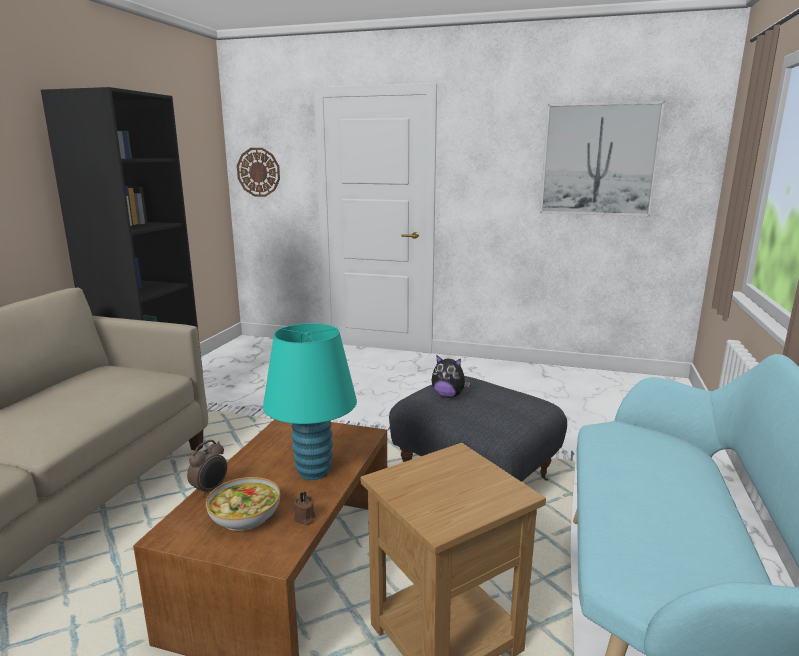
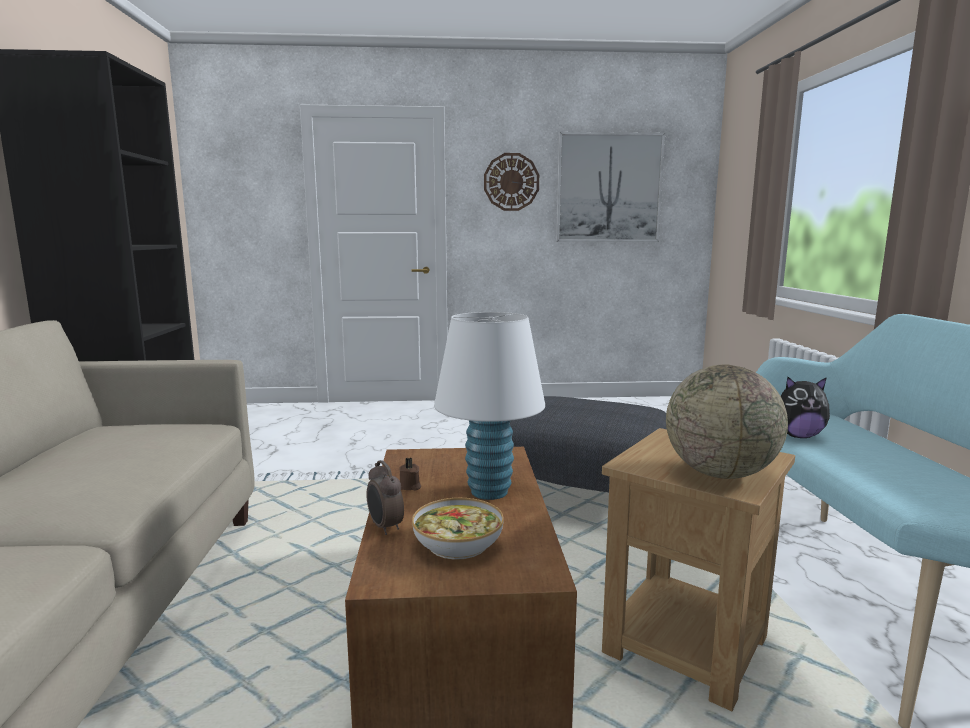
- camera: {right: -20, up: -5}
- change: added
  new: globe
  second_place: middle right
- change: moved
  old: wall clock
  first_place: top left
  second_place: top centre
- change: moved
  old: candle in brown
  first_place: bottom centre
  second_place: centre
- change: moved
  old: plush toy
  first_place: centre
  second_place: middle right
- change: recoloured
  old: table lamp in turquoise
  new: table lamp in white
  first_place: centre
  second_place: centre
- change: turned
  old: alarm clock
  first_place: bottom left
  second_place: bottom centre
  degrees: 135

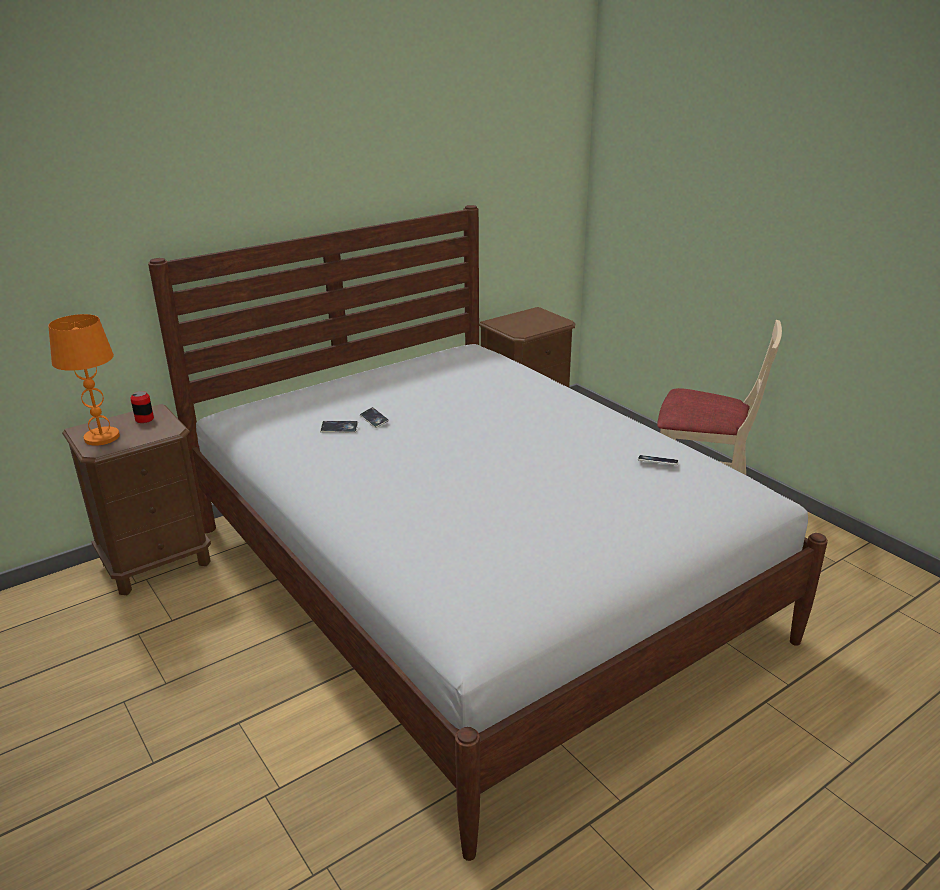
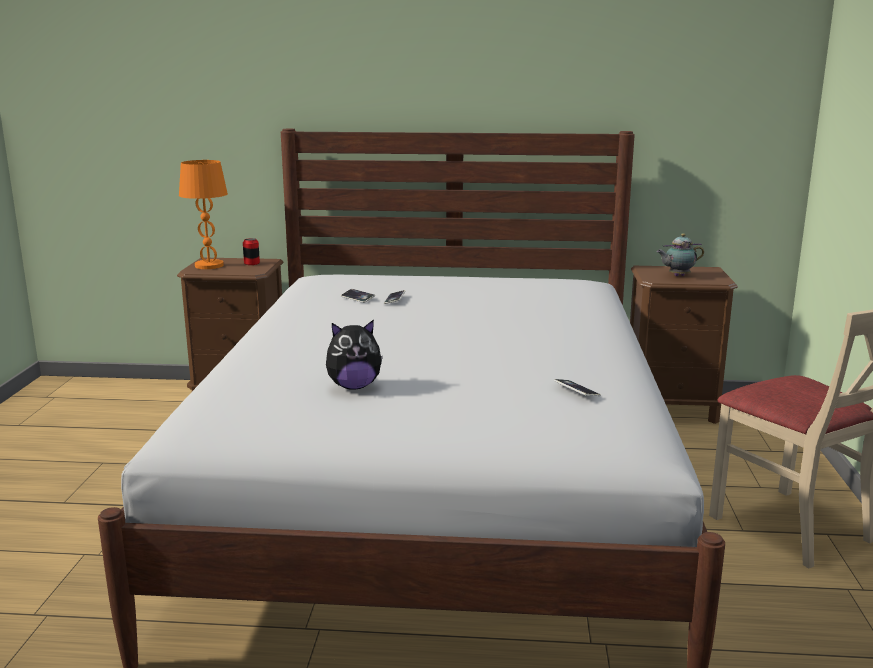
- camera: {right: 40, up: -10}
- change: added
  new: plush toy
  second_place: centre
- change: added
  new: teapot
  second_place: middle right

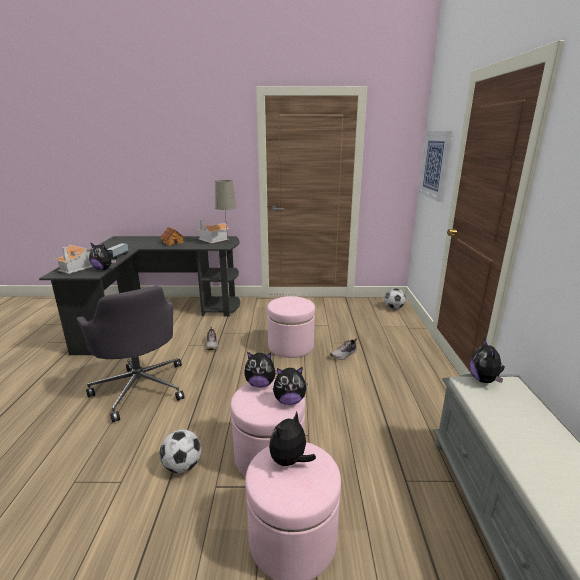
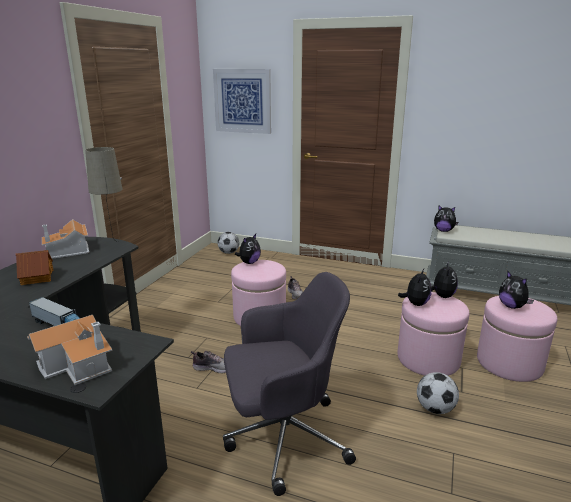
- camera: {right: -70, up: 0}
- change: moved
  old: plush toy (1st from left)
  first_place: middle left
  second_place: centre

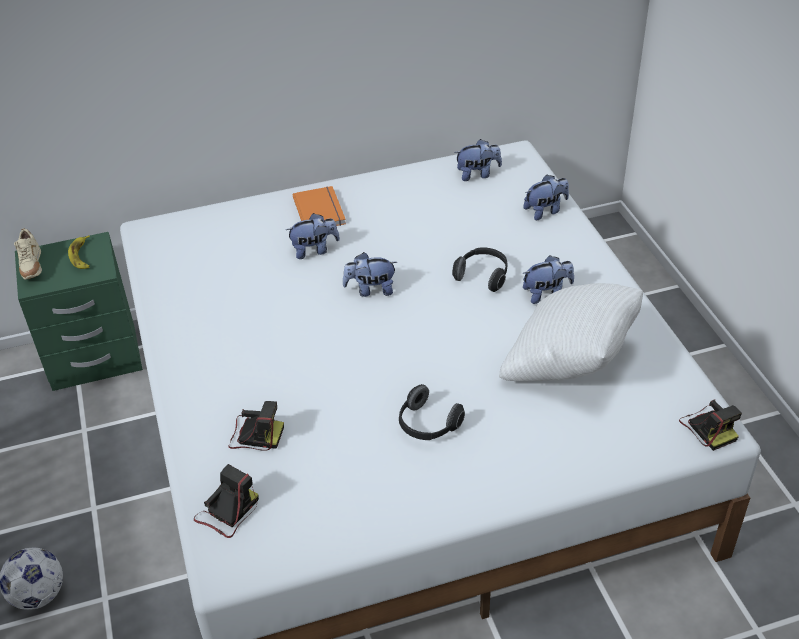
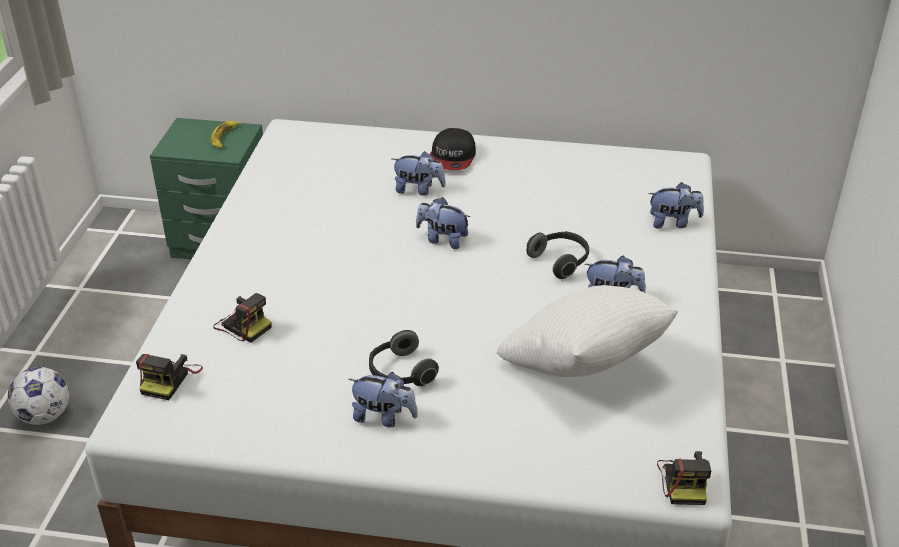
- camera: {right: 25, up: -5}
- change: removed
  old: shoe in beige
  first_place: middle left
- change: moved
  old: plush toy (3rd from left in the first image)
  new: plush toy (1st from left)
  first_place: top centre
  second_place: bottom centre
- change: replaced
  old: book in orange
  new: cap
  first_place: top centre
  second_place: top centre
- change: turned
  old: photo camera (1st from left)
  first_place: bottom left
  second_place: bottom left
  degrees: 135

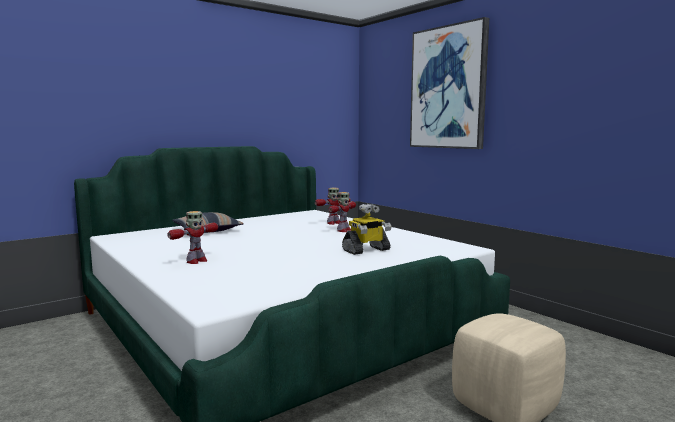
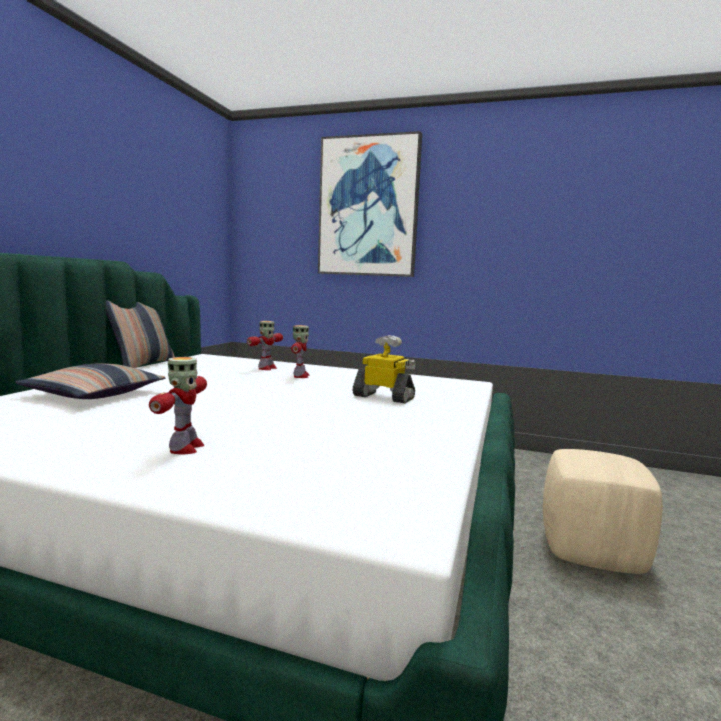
- camera: {right: -35, up: 0}
- change: added
  new: pillow (2nd from left)
  second_place: middle left
- change: turned
  old: toy robot (4th from left)
  first_place: centre
  second_place: centre
  degrees: -90

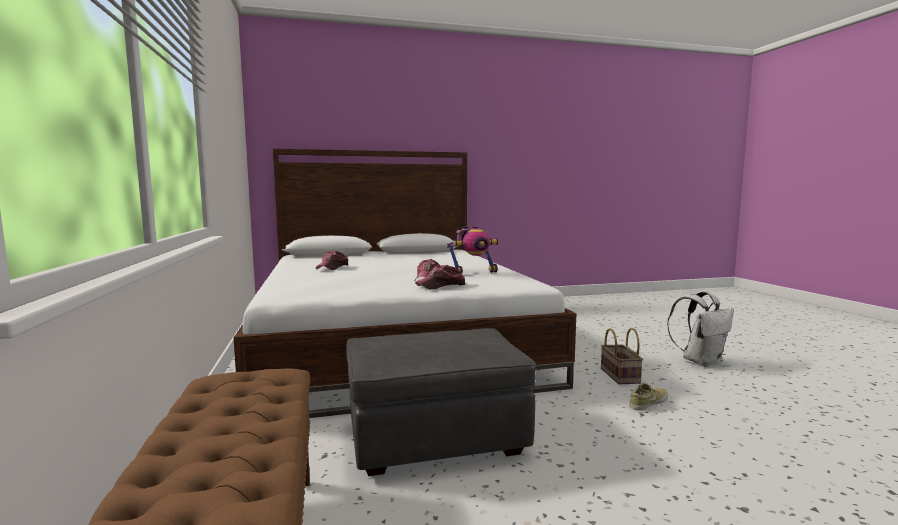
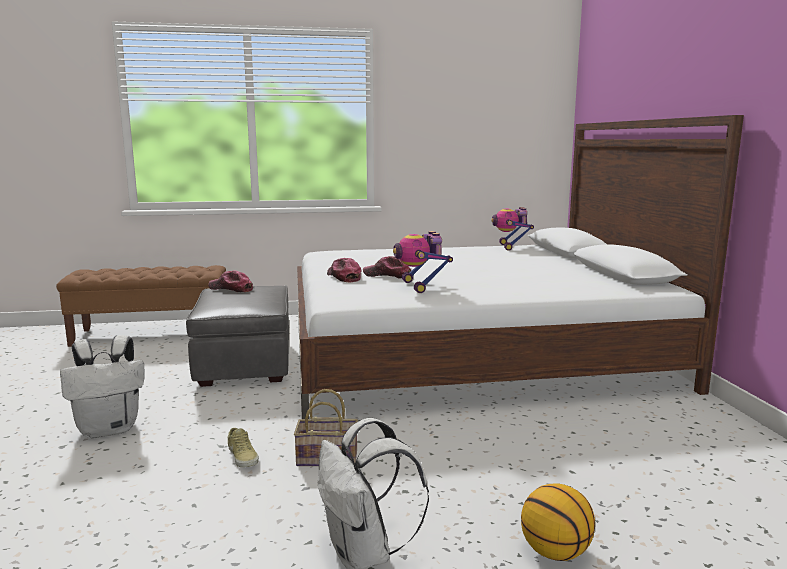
- camera: {right: 95, up: 5}
- change: added
  new: backpack in white (1st from left)
  second_place: bottom left
- change: added
  new: toy robot (2nd from left)
  second_place: centre
- change: added
  new: basketball
  second_place: bottom right
- change: moved
  old: cap (1st from left)
  first_place: centre
  second_place: middle left

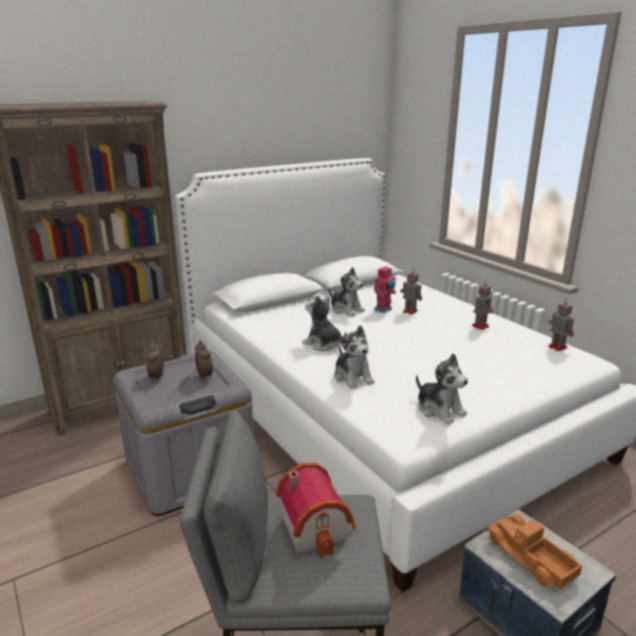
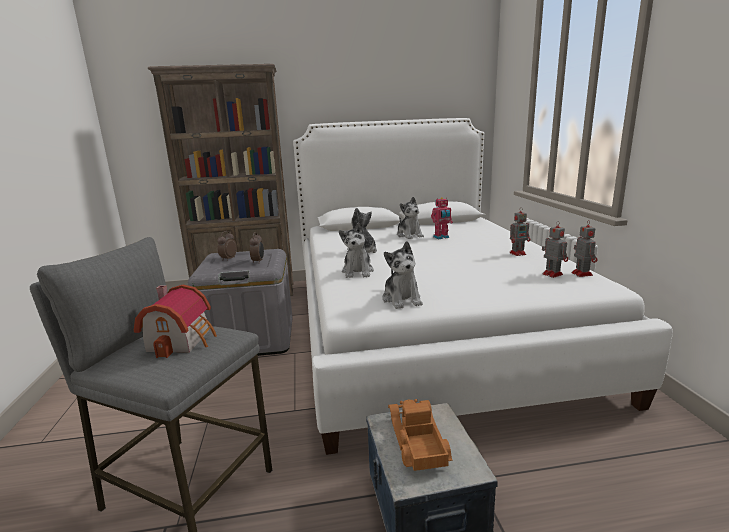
- camera: {right: 25, up: -5}
- change: moved
  old: toy robot (2nd from left in the first image)
  new: toy robot (3rd from left)
  first_place: centre
  second_place: middle right

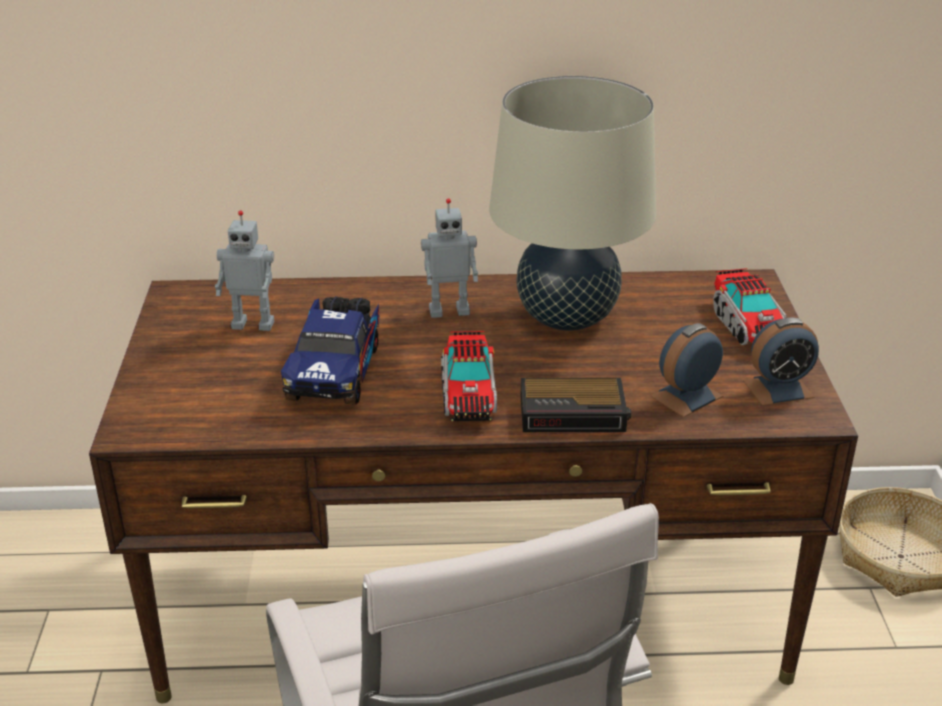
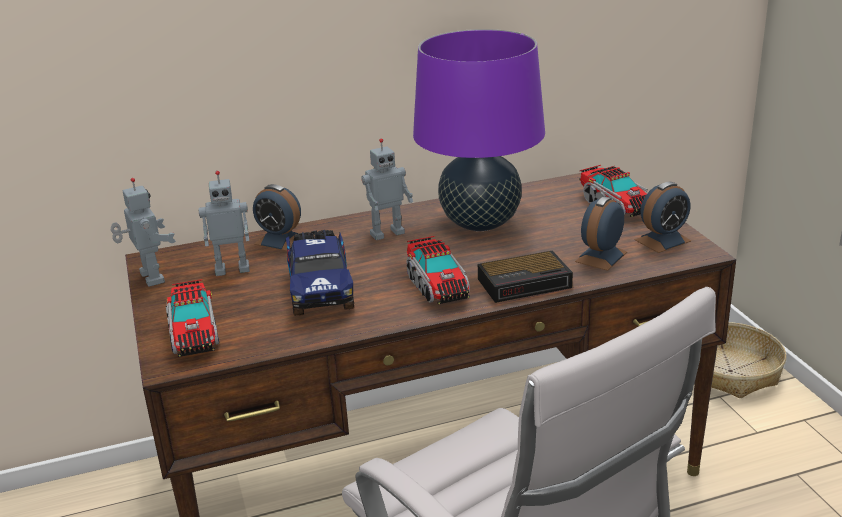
- camera: {right: -15, up: -5}
- change: added
  new: toy robot (1st from left)
  second_place: middle left
- change: added
  new: toy truck (1st from left)
  second_place: middle left
- change: added
  new: alarm clock (1st from left)
  second_place: middle left
- change: recoloured
  old: table lamp in beige
  new: table lamp in purple
  first_place: top centre
  second_place: top centre

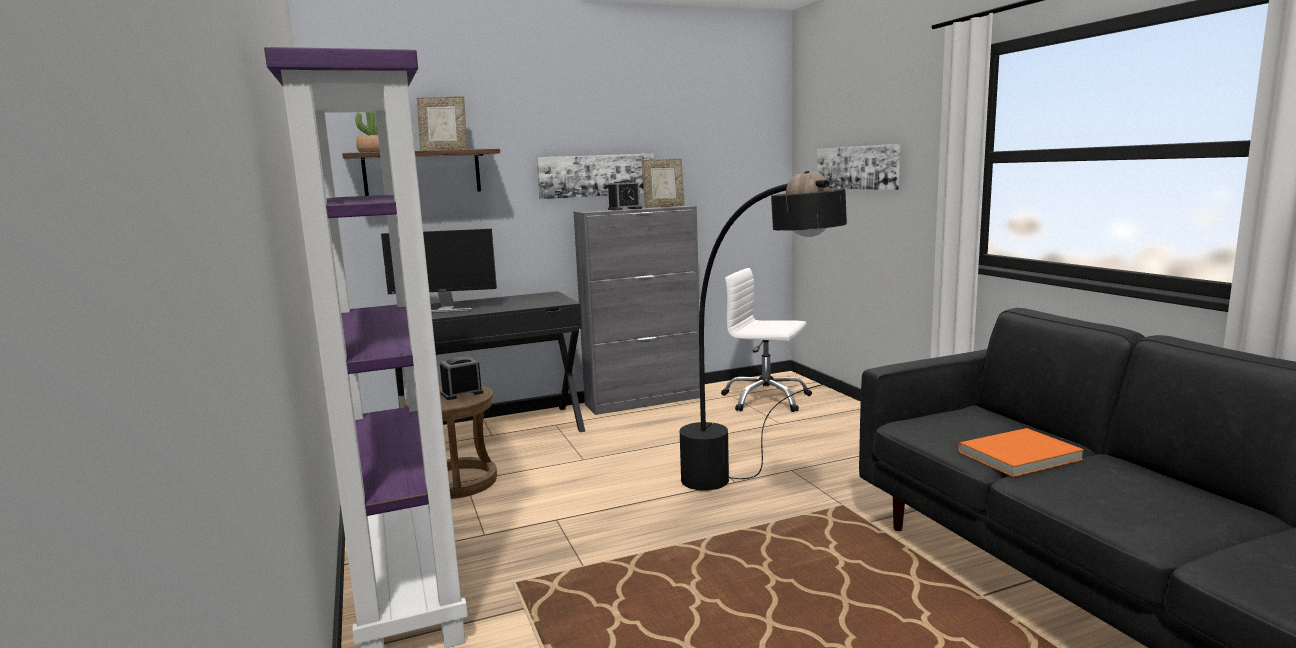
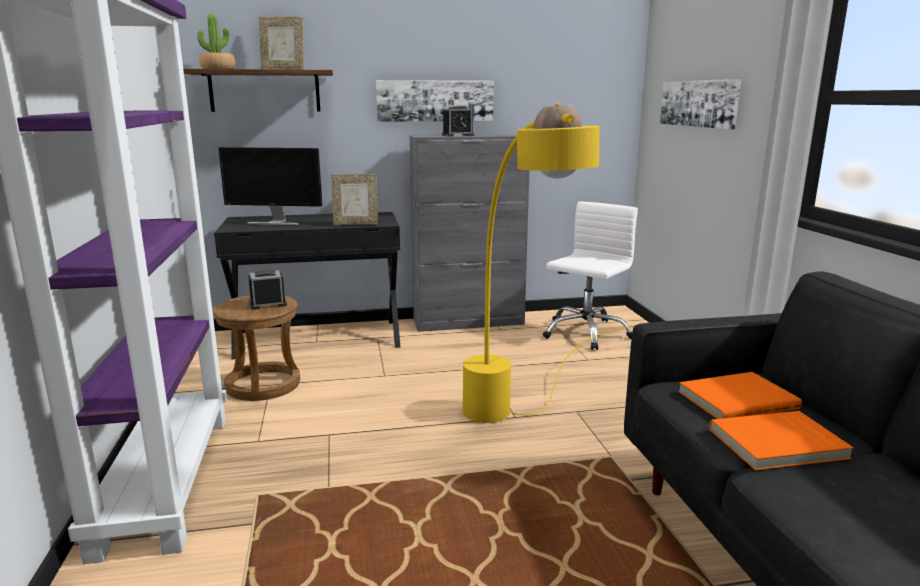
- camera: {right: 10, up: 5}
- change: added
  new: book in orange (1st from left)
  second_place: bottom right
- change: moved
  old: picture frame (2nd from left)
  first_place: top centre
  second_place: centre
- change: recoloured
  old: floor lamp in black
  new: floor lamp in yellow
  first_place: centre
  second_place: centre
- change: turned
  old: office chair in white
  first_place: centre
  second_place: centre
  degrees: 90

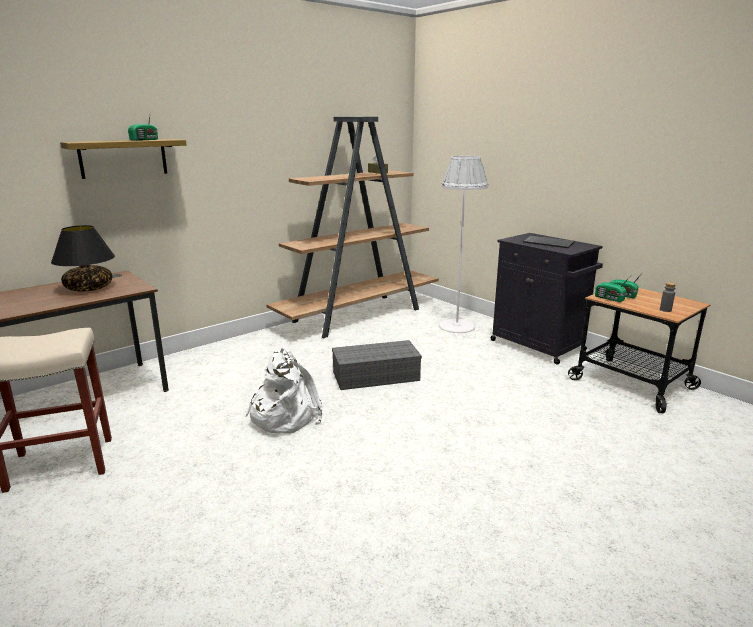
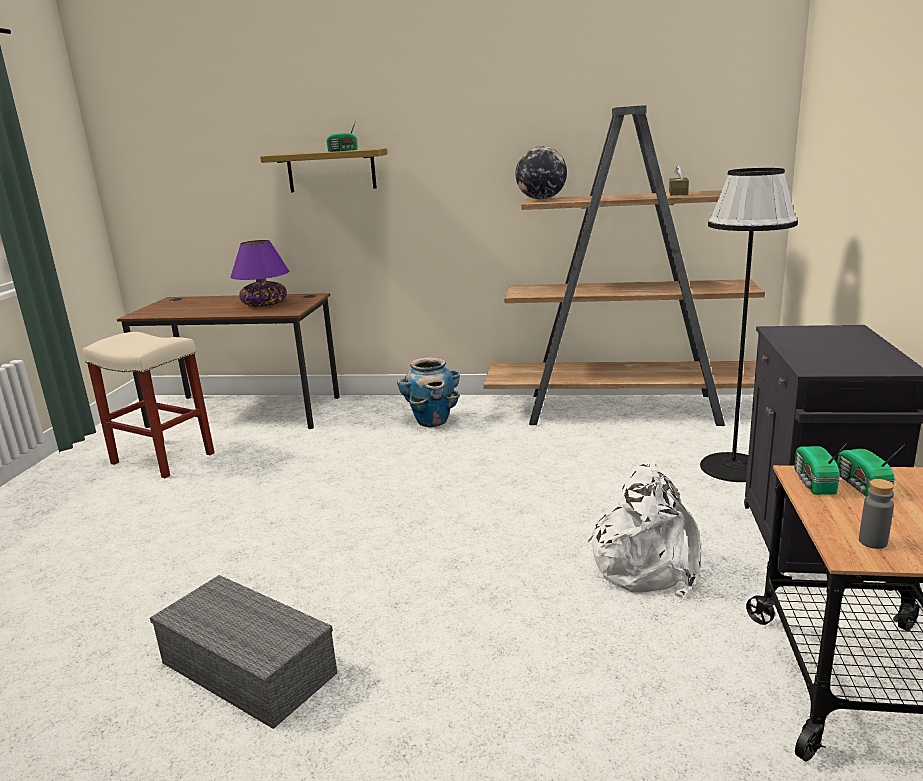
- camera: {right: 50, up: 0}
- change: removed
  old: keyboard
  first_place: middle right
- change: added
  new: planter
  second_place: centre
- change: added
  new: globe
  second_place: top centre
- change: moved
  old: backpack in white
  first_place: centre
  second_place: bottom right
- change: moved
  old: storage box in grey
  first_place: centre
  second_place: bottom left
- change: recoloured
  old: table lamp in black
  new: table lamp in purple
  first_place: middle left
  second_place: middle left
- change: recoloured
  old: floor lamp in white
  new: floor lamp in black
  first_place: centre
  second_place: middle right

